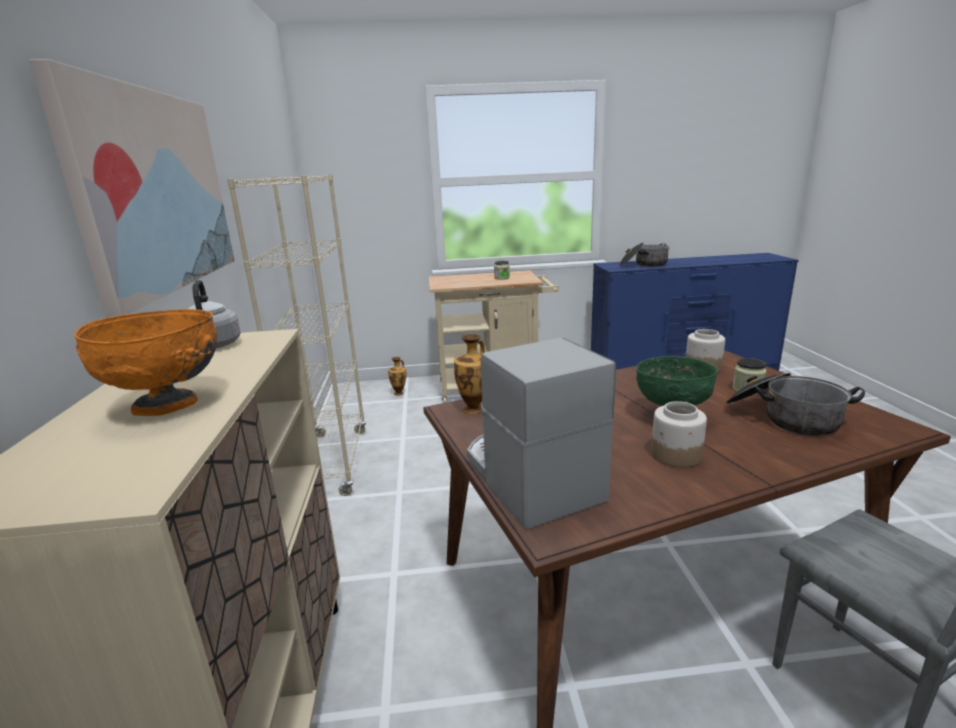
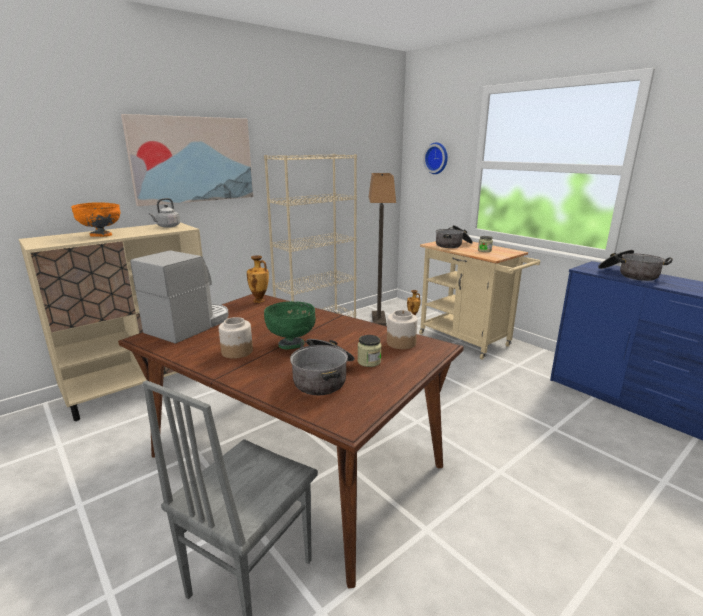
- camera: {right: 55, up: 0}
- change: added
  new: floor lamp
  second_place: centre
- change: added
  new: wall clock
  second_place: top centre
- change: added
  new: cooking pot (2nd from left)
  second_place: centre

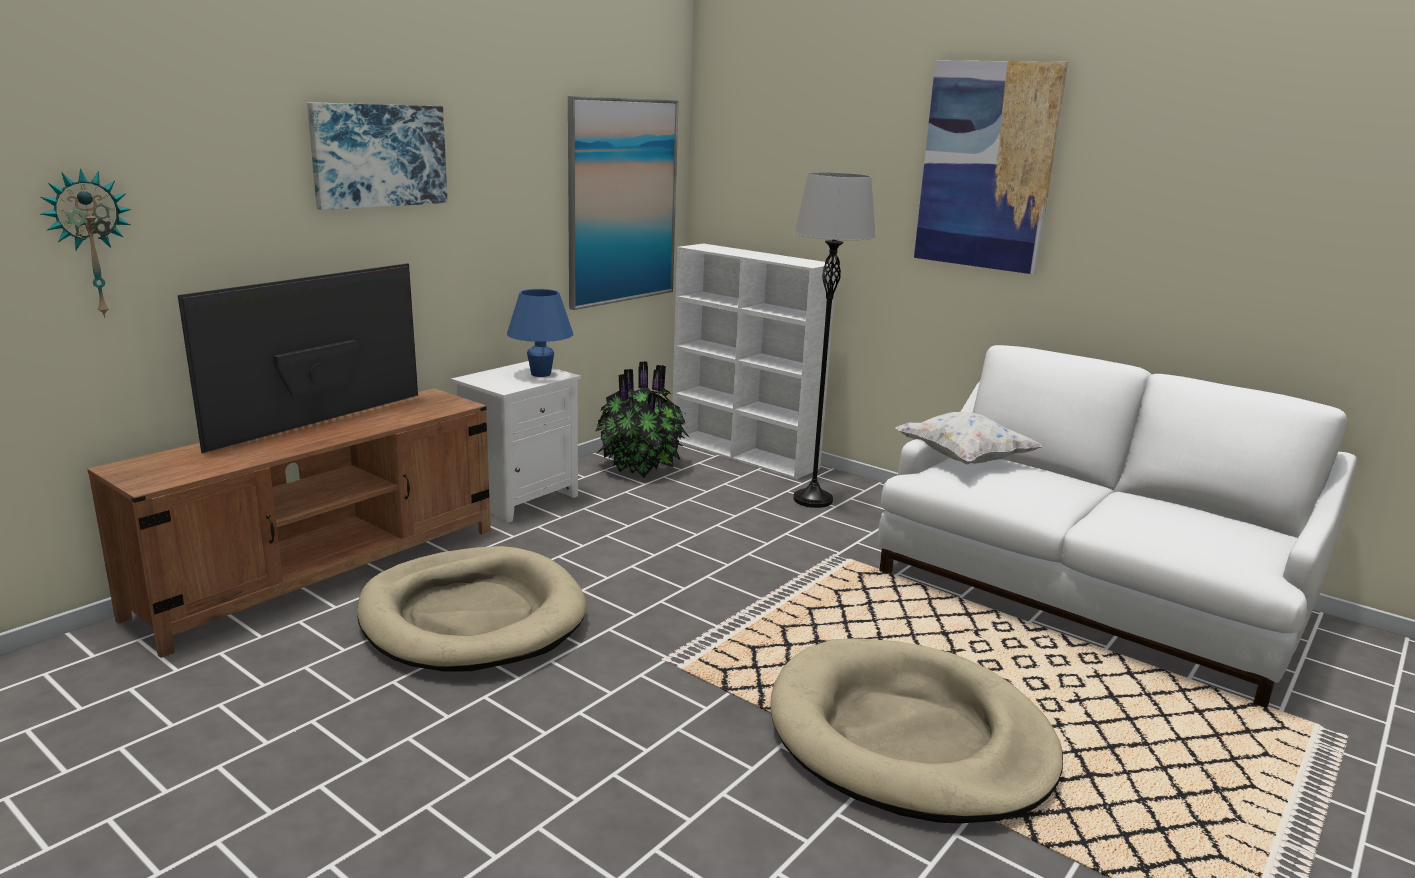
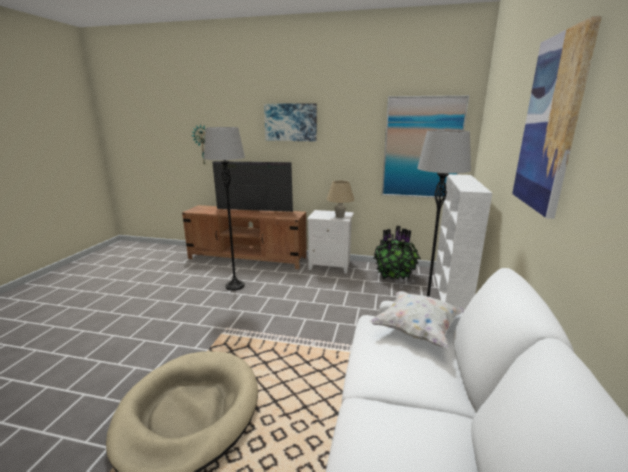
- camera: {right: 65, up: 0}
- change: replaced
  old: dog bed in beige (1st from left)
  new: floor lamp in grey (1st from left)
  first_place: bottom centre
  second_place: centre
- change: recoloured
  old: table lamp in blue
  new: table lamp in beige
  first_place: centre
  second_place: centre

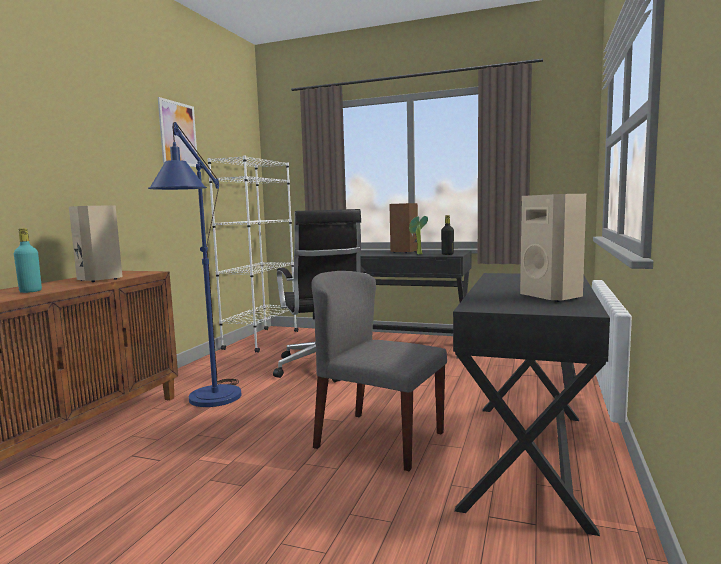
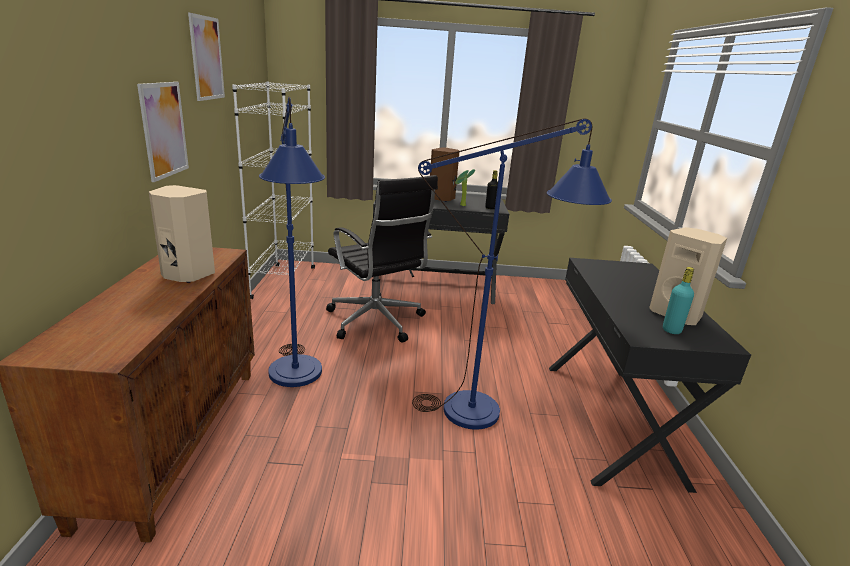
- camera: {right: -20, up: 15}
- change: added
  new: picture (1st from left)
  second_place: top left
- change: moved
  old: bottle in turquoise
  first_place: middle left
  second_place: middle right
- change: replaced
  old: chair in grey
  new: floor lamp in blue (2nd from left)
  first_place: centre
  second_place: centre

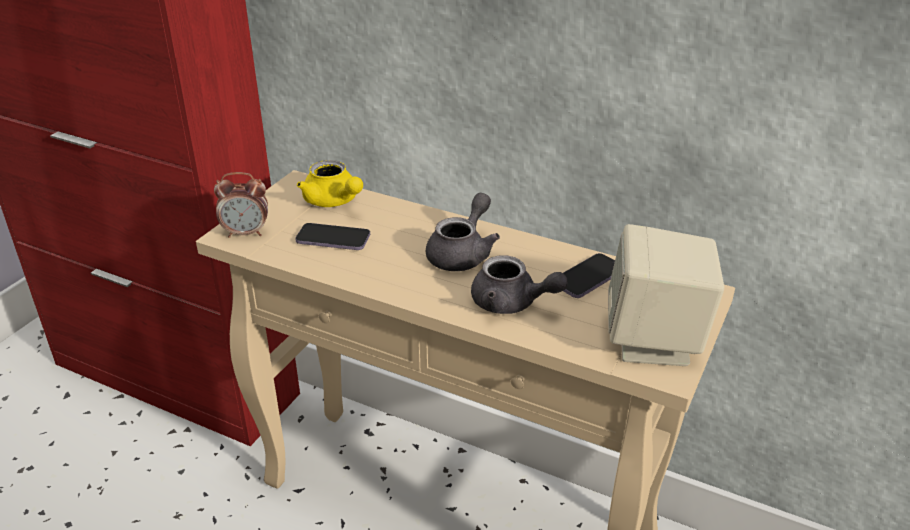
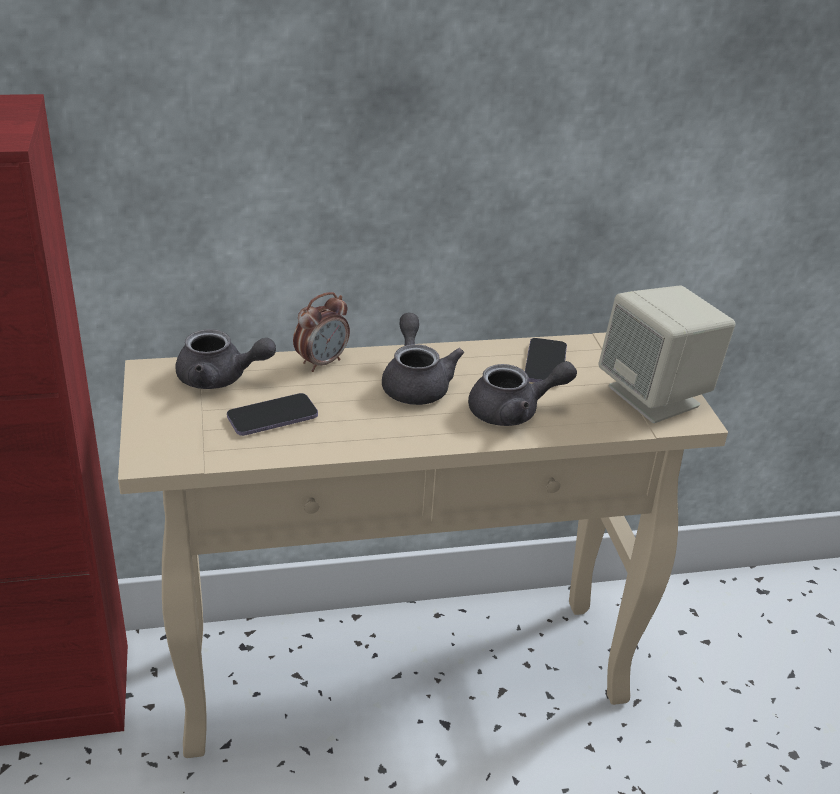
- camera: {right: -40, up: 0}
- change: moved
  old: alarm clock
  first_place: middle left
  second_place: centre
- change: recoloured
  old: teapot in yellow
  new: teapot in grey (1st from left)
  first_place: centre
  second_place: middle left

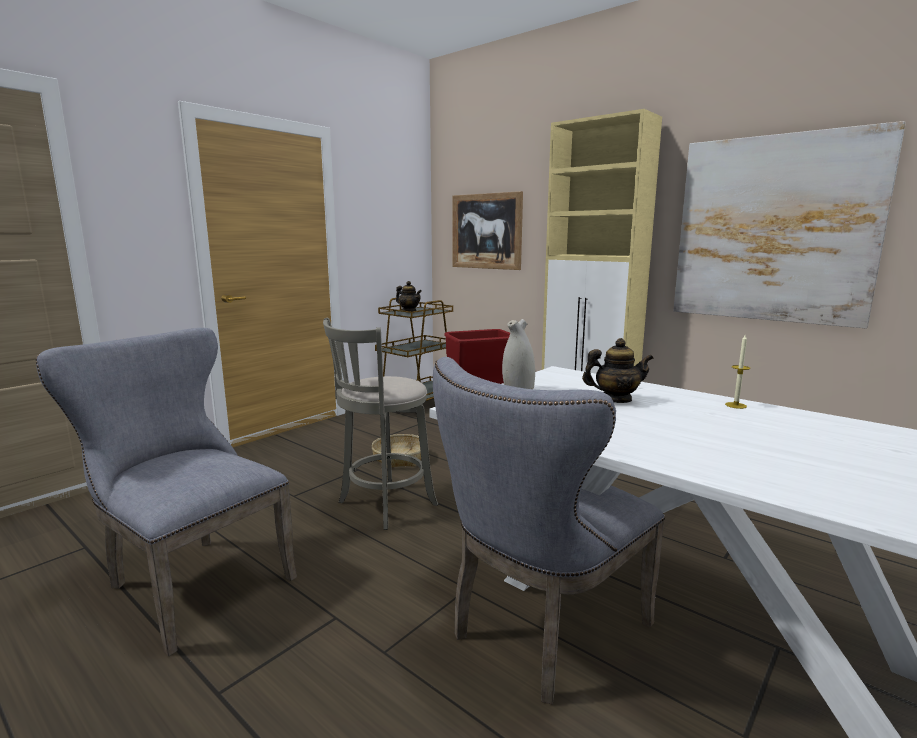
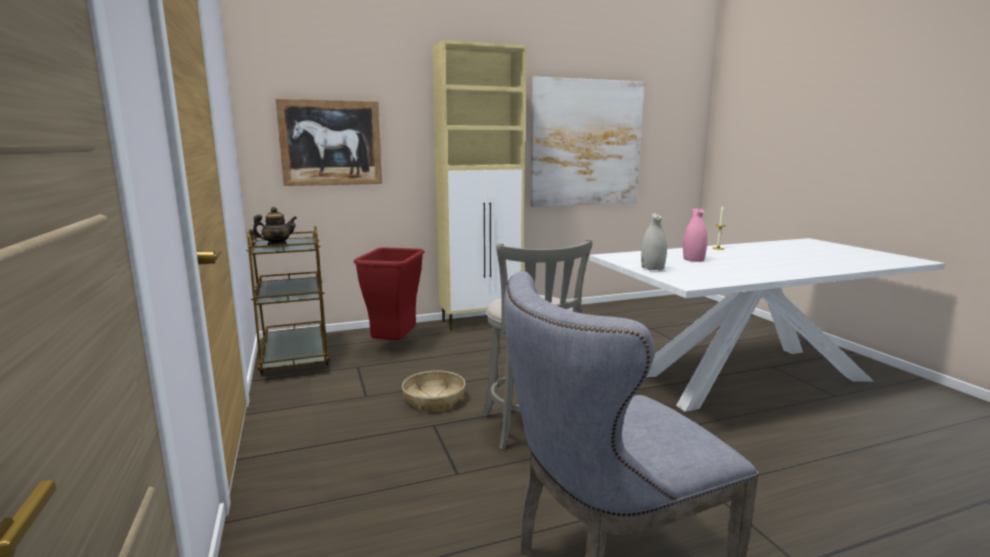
- camera: {right: -60, up: 0}
- change: removed
  old: chair in grey (2nd from left)
  first_place: bottom centre
- change: replaced
  old: teapot (2nd from left)
  new: vase in pink
  first_place: middle right
  second_place: middle right

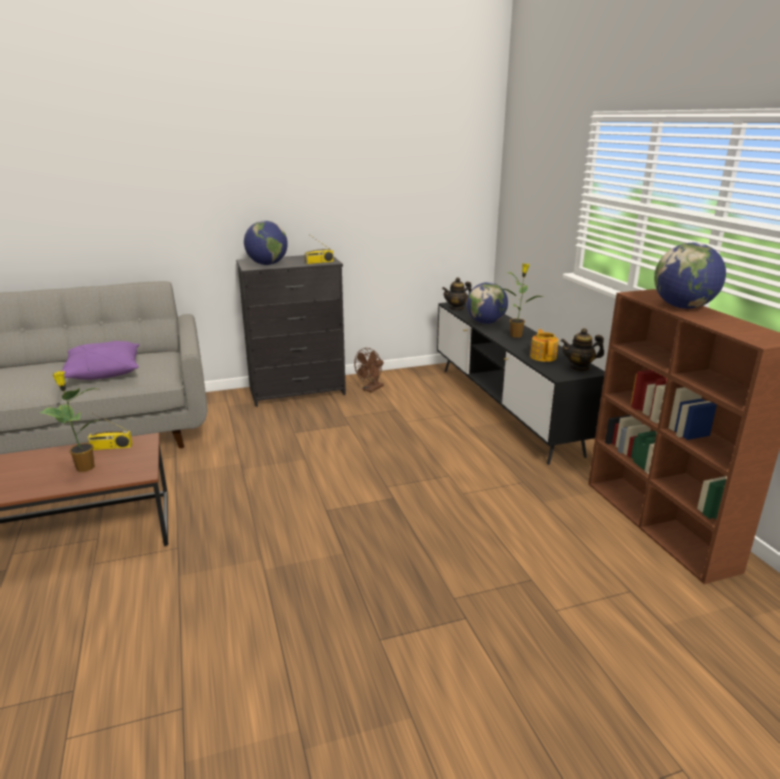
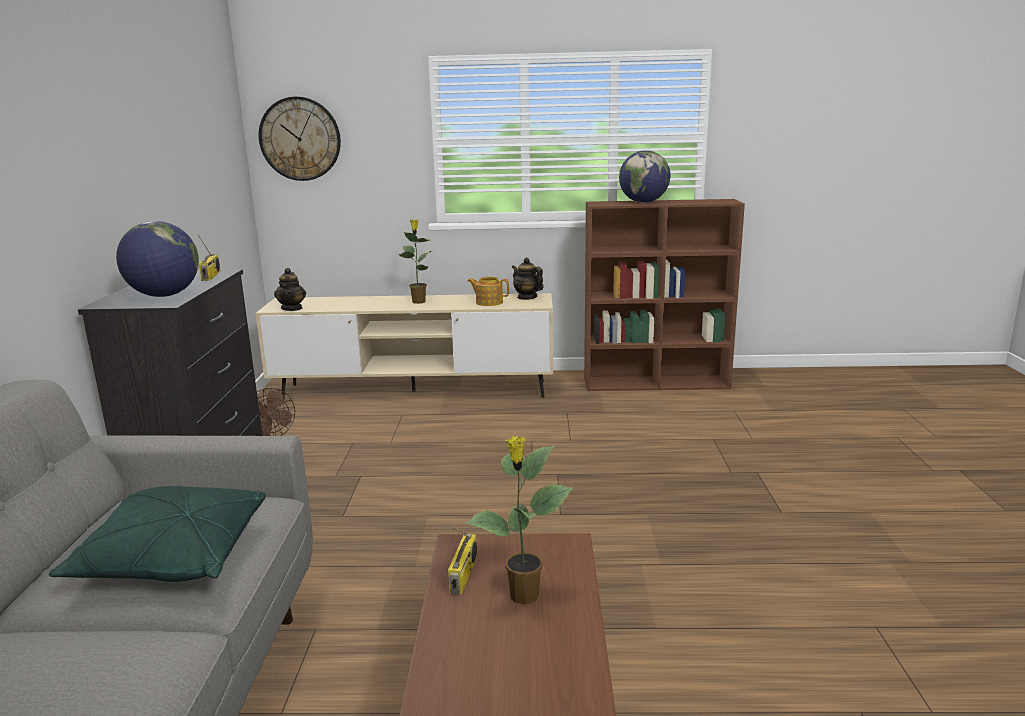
- camera: {right: -70, up: -5}
- change: removed
  old: globe (2nd from left)
  first_place: centre
- change: added
  new: wall clock
  second_place: top left
- change: recoloured
  old: pillow in purple
  new: pillow in green
  first_place: middle left
  second_place: bottom left
- change: recoloured
  old: tv stand in black
  new: tv stand in beige
  first_place: middle right
  second_place: centre
- change: turned
  old: teapot (3rd from left)
  first_place: middle right
  second_place: centre
  degrees: 120

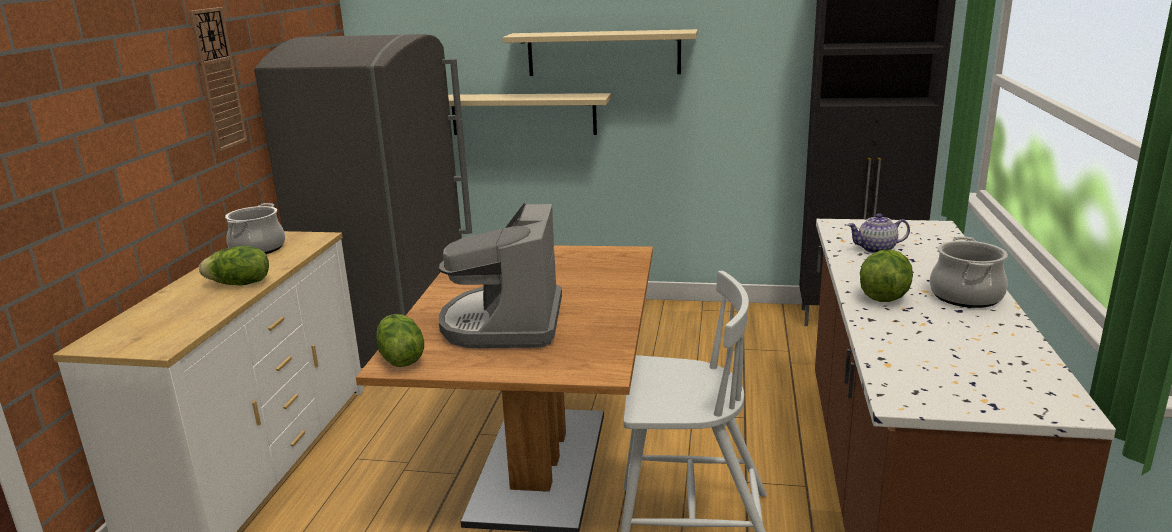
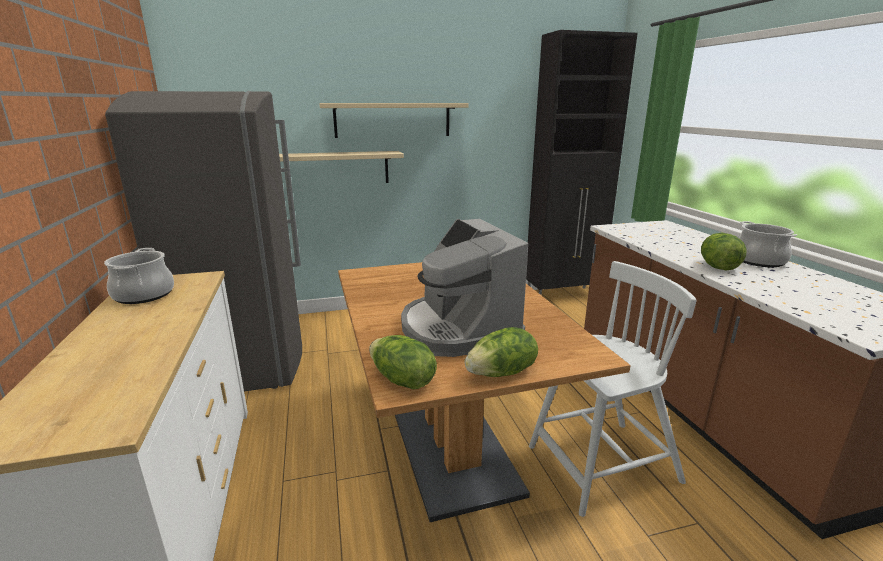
- camera: {right: -25, up: 0}
- change: removed
  old: wall clock
  first_place: top left
- change: removed
  old: teapot
  first_place: middle right
- change: moved
  old: lettuce (1st from left in the first image)
  new: lettuce (2nd from left)
  first_place: middle left
  second_place: centre

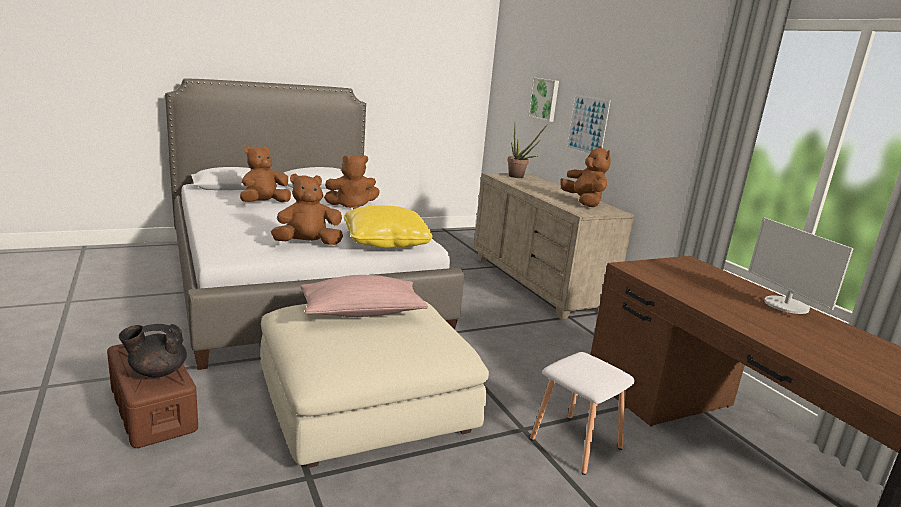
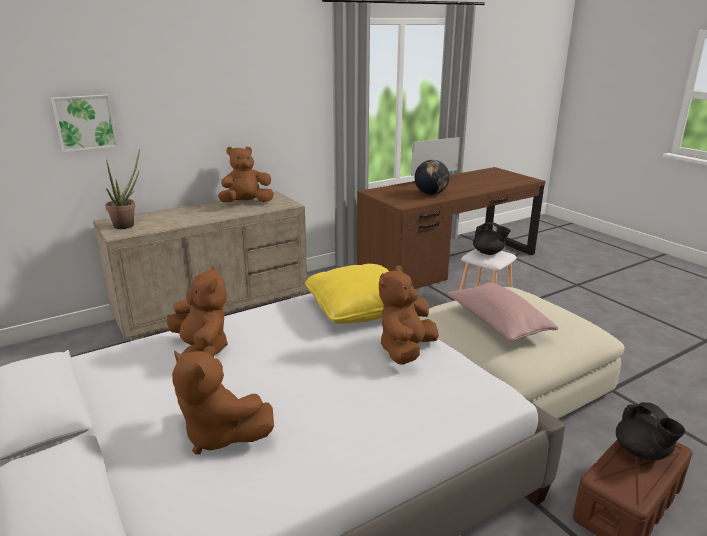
- camera: {right: -95, up: 5}
- change: removed
  old: picture (2nd from left)
  first_place: top centre
- change: added
  new: globe
  second_place: top centre
- change: added
  new: teapot in black (1st from left)
  second_place: middle right
- change: turned
  old: plush toy in brown (2nd from left in the first image)
  first_place: centre
  second_place: centre
  degrees: 60

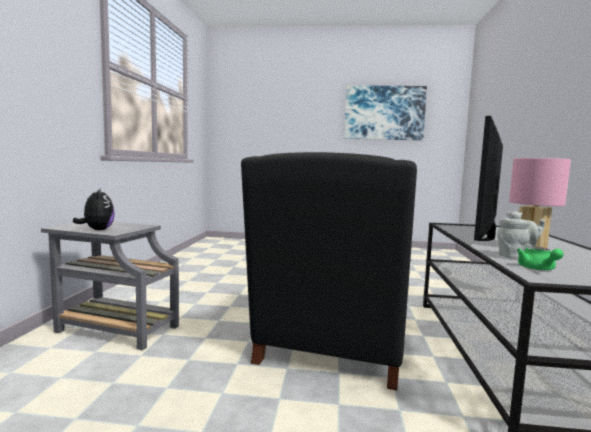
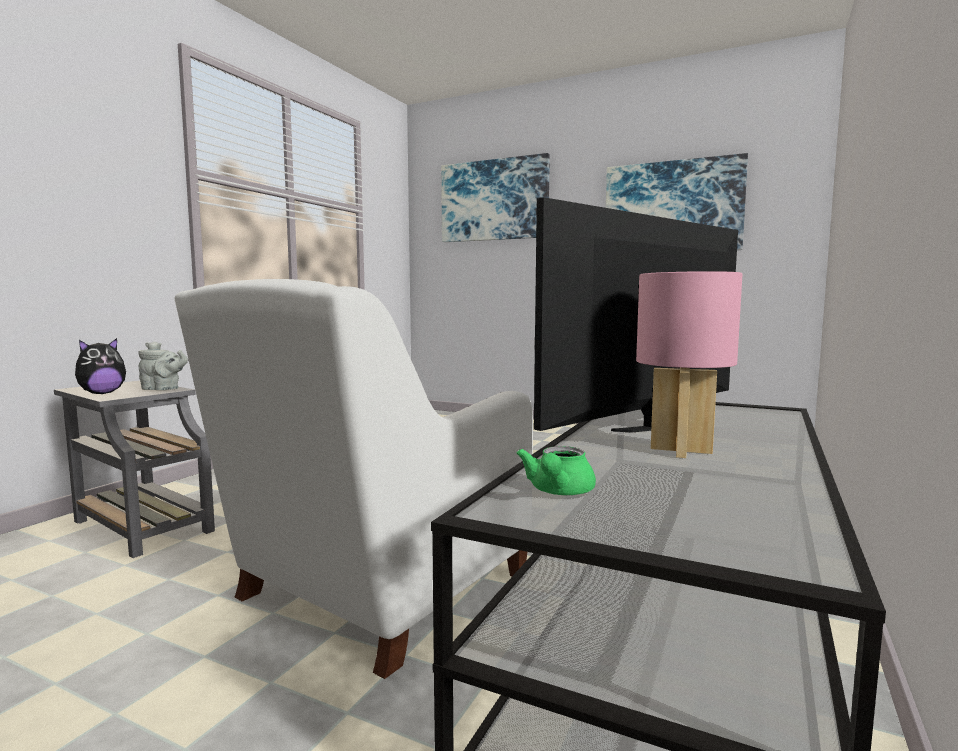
- camera: {right: 20, up: 0}
- change: added
  new: picture (1st from left)
  second_place: top centre
- change: moved
  old: teapot in grey
  first_place: middle right
  second_place: middle left
- change: recoloured
  old: armchair in black
  new: armchair in white
  first_place: centre
  second_place: centre
- change: turned
  old: plush toy
  first_place: middle left
  second_place: middle left
  degrees: 45

